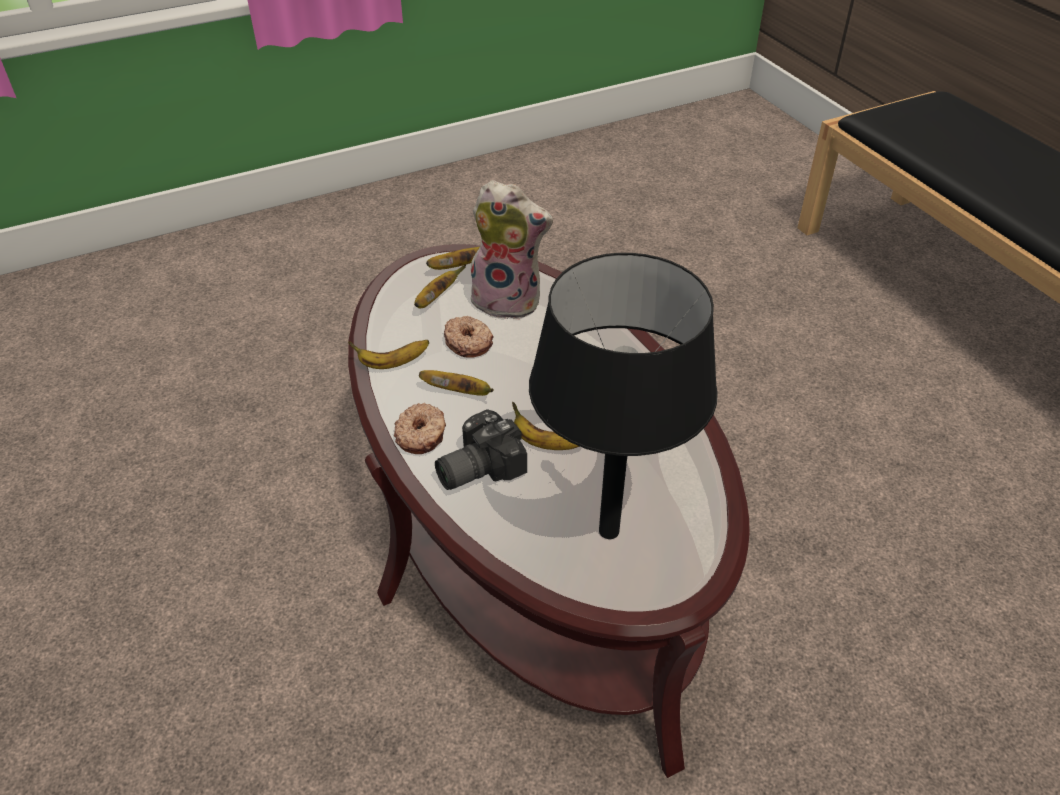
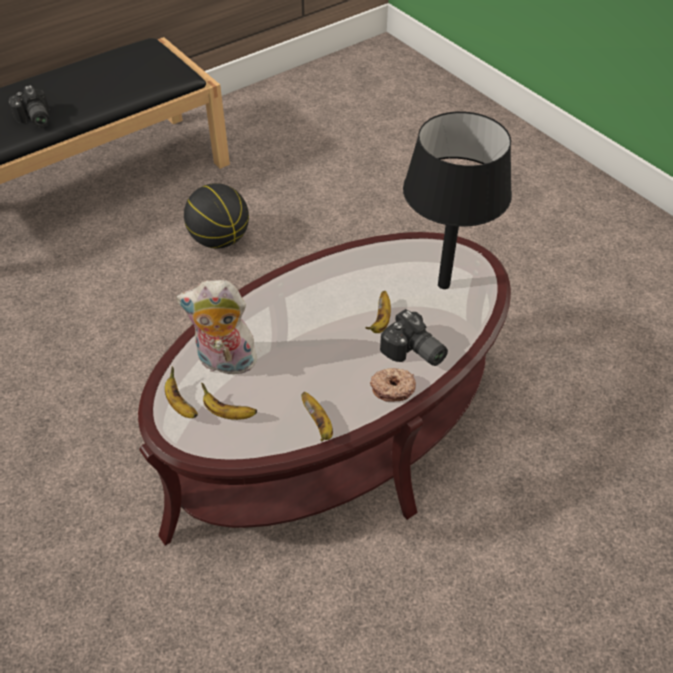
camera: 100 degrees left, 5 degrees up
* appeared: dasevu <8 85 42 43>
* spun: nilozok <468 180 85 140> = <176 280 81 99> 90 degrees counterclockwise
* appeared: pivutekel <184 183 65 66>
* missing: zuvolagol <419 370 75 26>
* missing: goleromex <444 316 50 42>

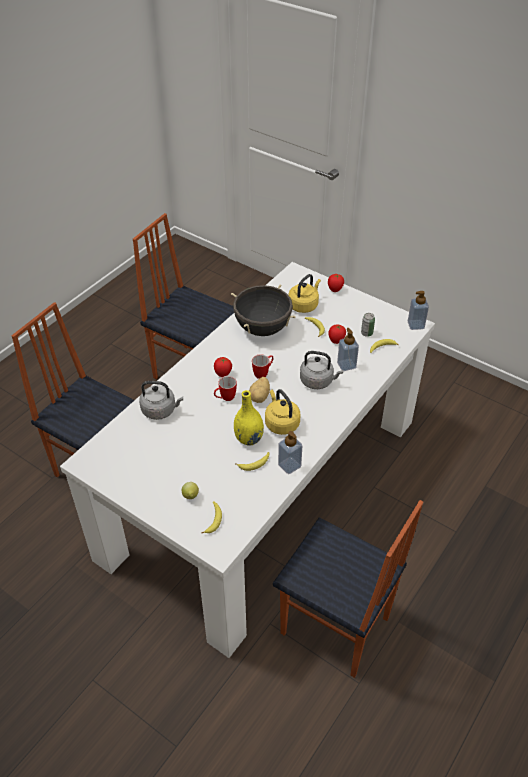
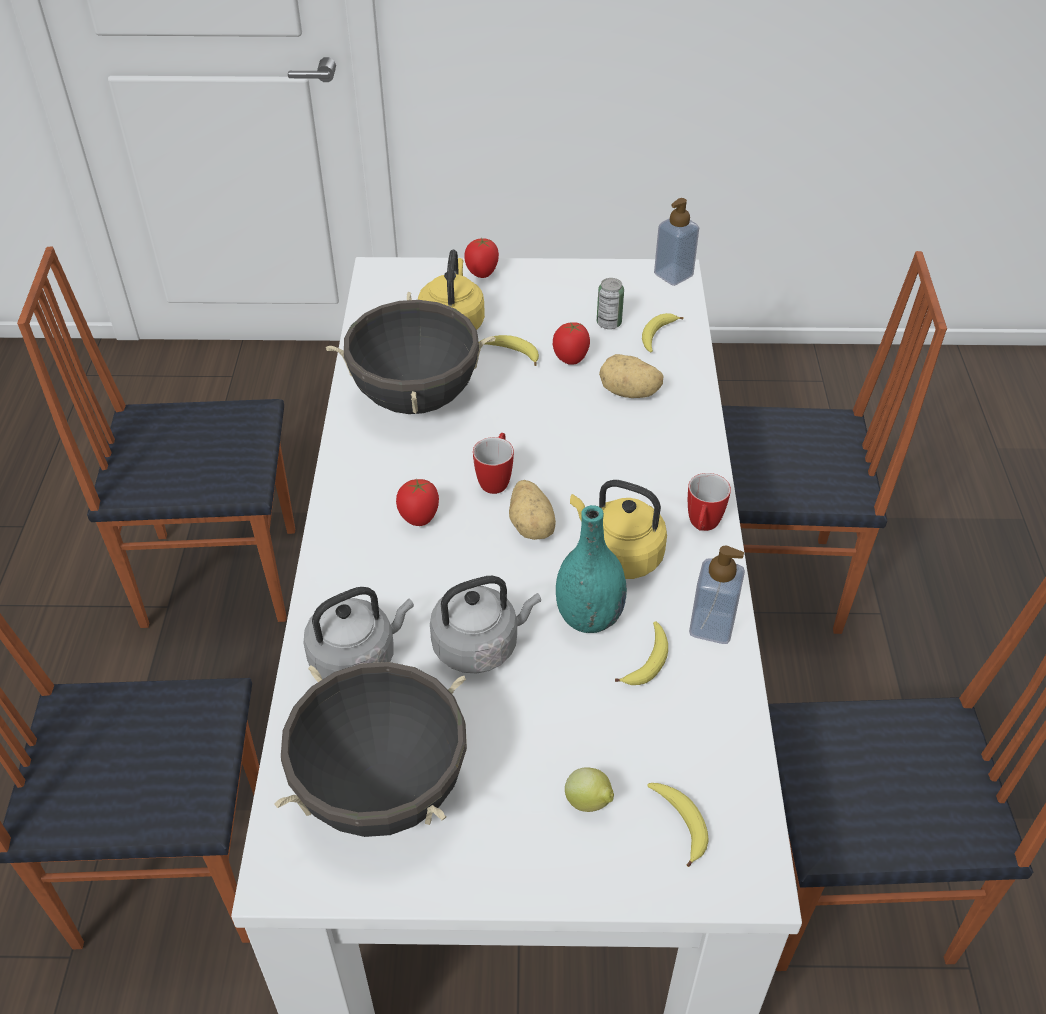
camera: 35 degrees left, 0 degrees up
* appeared: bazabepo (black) <274 662 193 175>
* relocated: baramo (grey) <300 351 43 38> to <430 576 111 97>
* colour: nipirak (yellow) <234 390 30 56> to nipirak (turquoise) <556 505 71 128>
* exchanged: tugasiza <337 328 22 43> to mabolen <599 354 64 44>
* relocated: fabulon <214 376 23 25> to <688 473 43 58>
* appeared: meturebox <722 251 225 383>

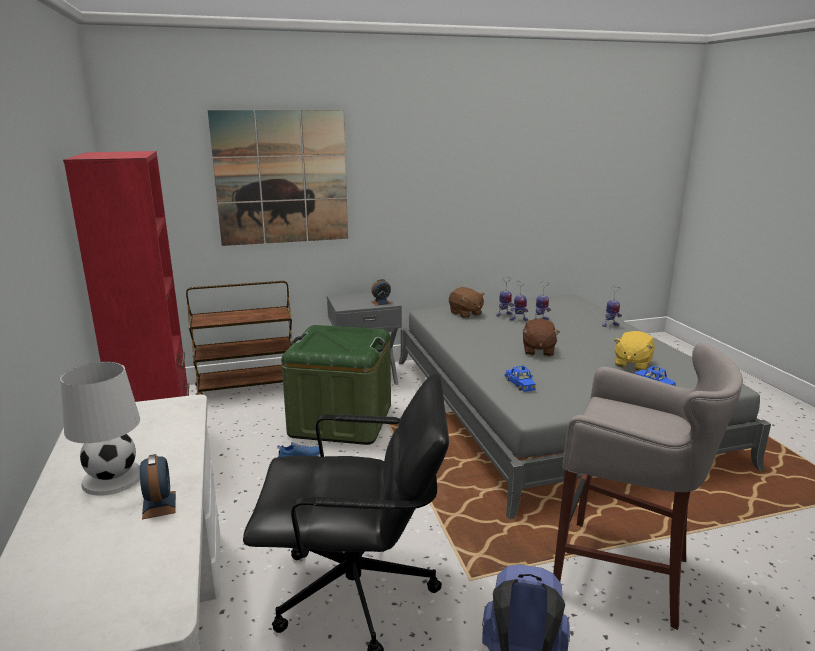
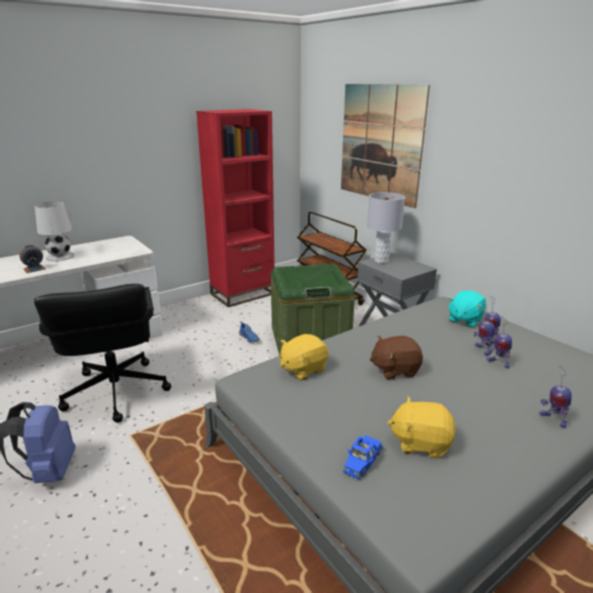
camera: 70 degrees right, 5 degrees up
* exchanged: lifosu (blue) <505 366 31 26> to nilozok (yellow) <280 334 49 46>
* appeared: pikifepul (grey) <367 192 38 71>
* colour: nilozok (brown) <449 287 36 31> to nilozok (turquoise) <448 291 38 37>
* missing: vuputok <371 279 21 27>
* missing: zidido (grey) <553 342 190 288>

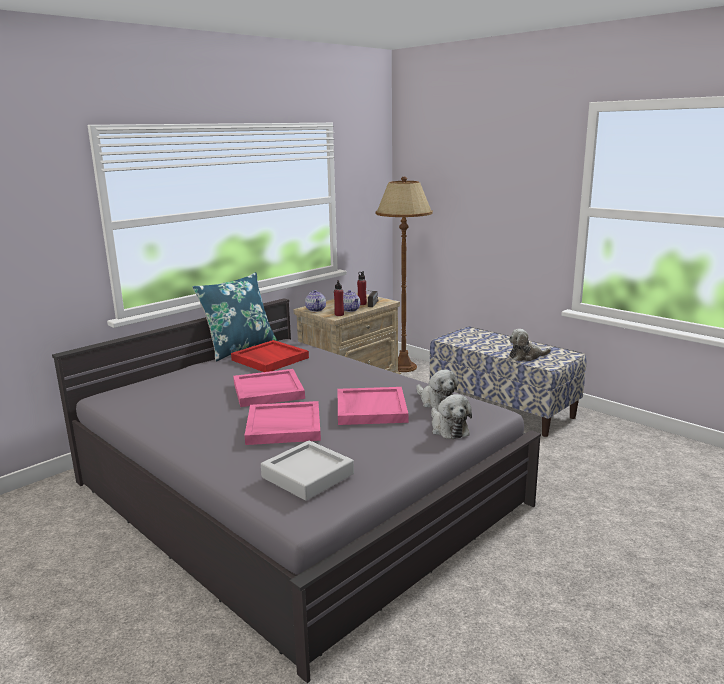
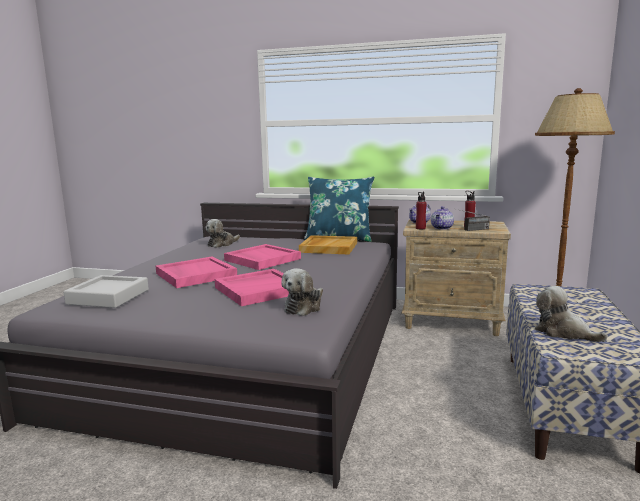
camera: 60 degrees right, 5 degrees down
* relocated: nilozok <431 394 41 45> to <206 219 34 29>
* colour: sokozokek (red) <231 340 78 32> to sokozokek (beige) <299 235 58 20>

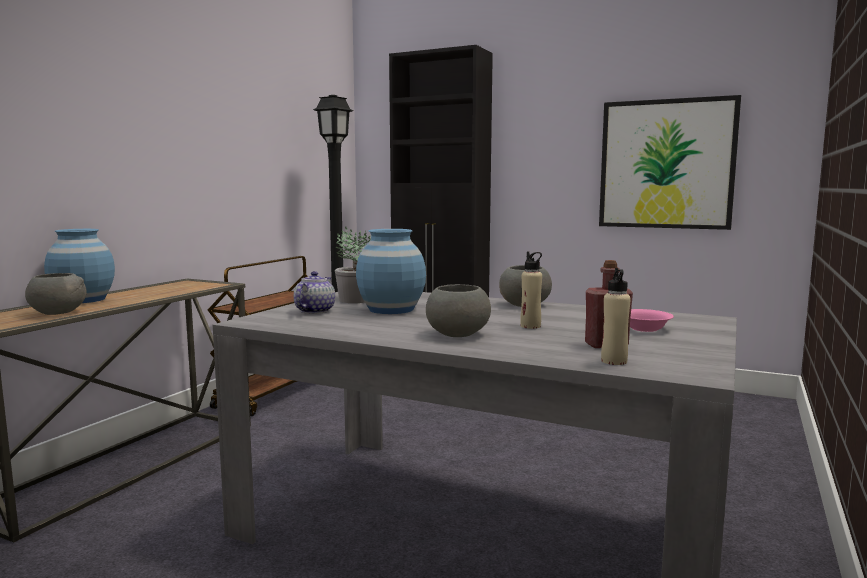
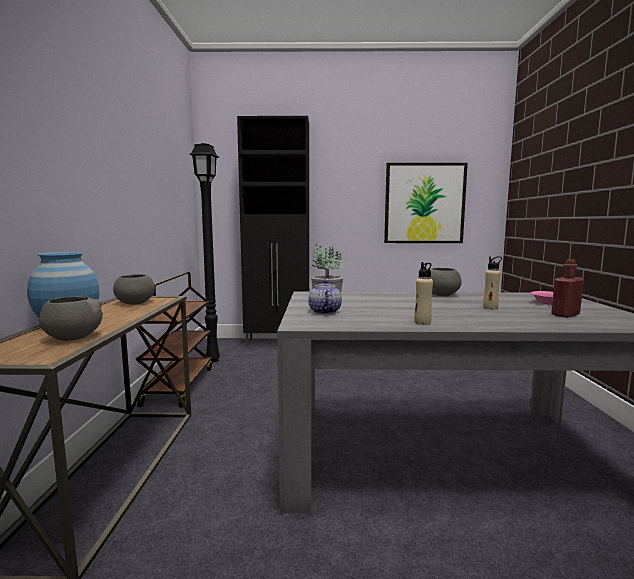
camera: 25 degrees left, 0 degrees up
* relocated: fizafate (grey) <426 284 65 53> to <113 274 42 31>
* relocated: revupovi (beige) <601 268 30 97> to <414 262 19 63>
* missing: nipirak (blue) <356 229 70 85>

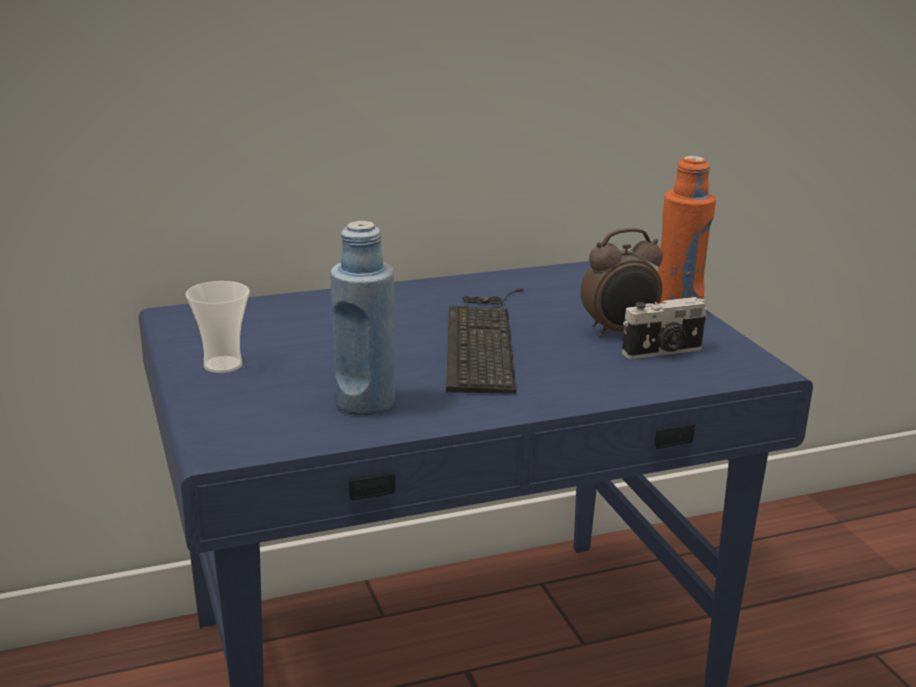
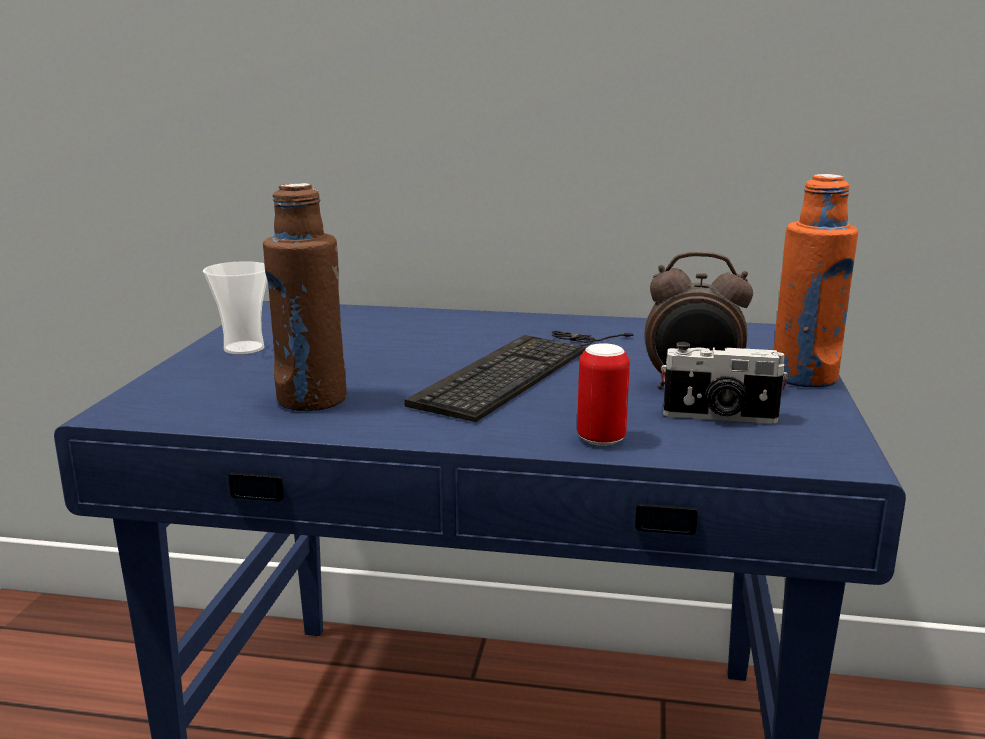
camera: 30 degrees right, 5 degrees down
* colour: revupovi (blue) <330 221 65 194> to revupovi (brown) <263 183 83 228>
* appeared: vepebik <577 343 53 103>

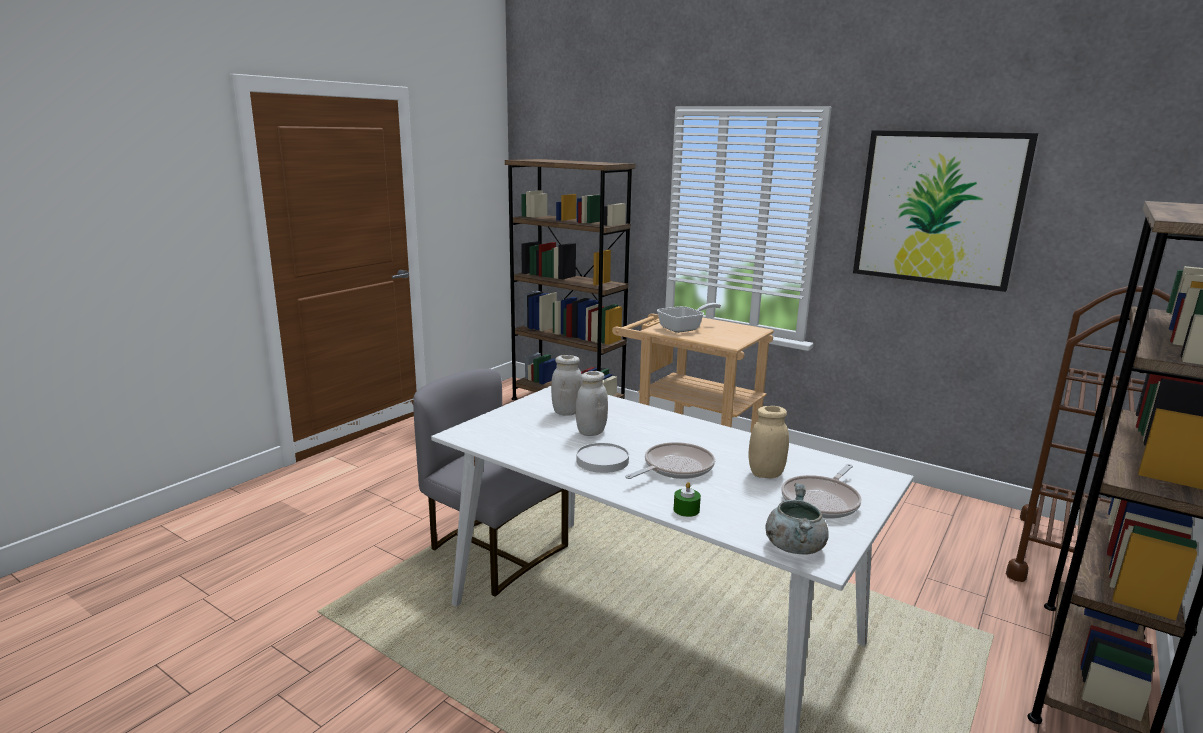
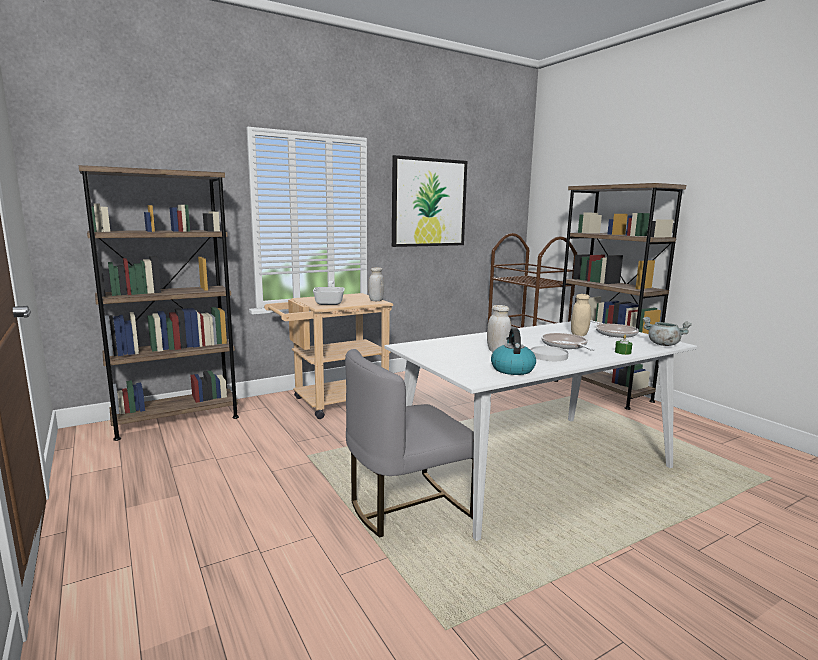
camera: 65 degrees left, 5 degrees down
* relocated: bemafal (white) <551 355 31 61> to <368 267 16 34>
* appeared: baramo <491 328 45 47>

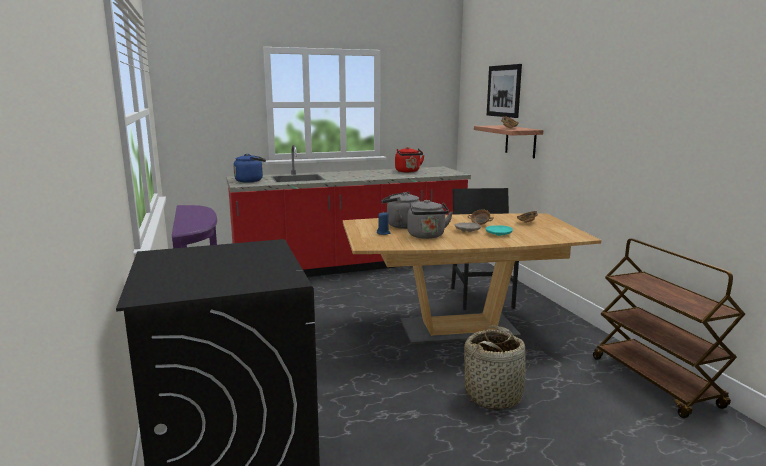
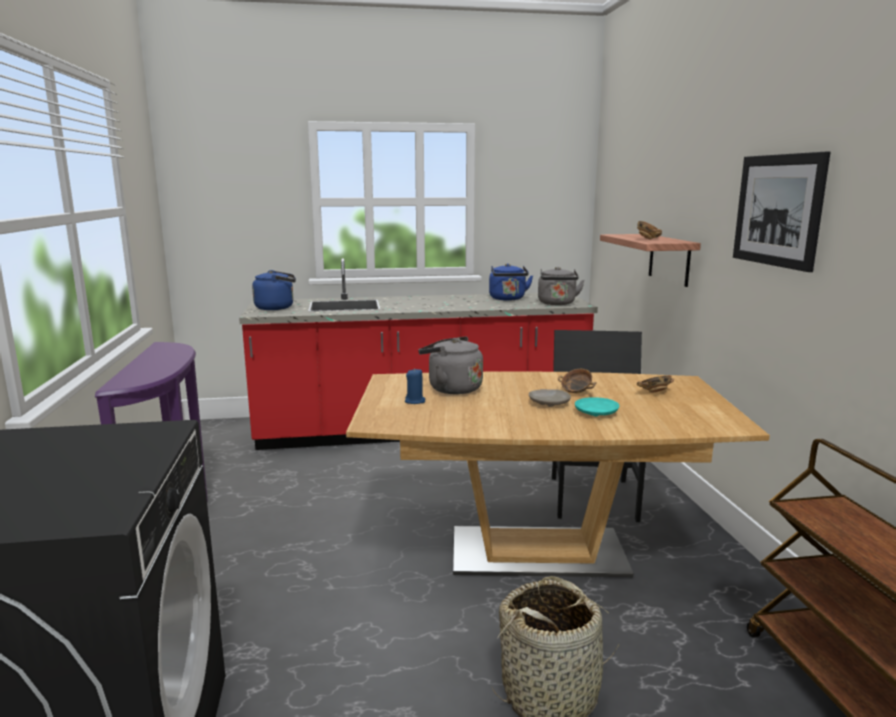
camera: 10 degrees right, 0 degrees up
* colour: baramo (red) <395 147 30 25> to baramo (blue) <489 263 44 38>
* relocated: baramo (grey) <407 200 46 39> to <538 267 47 38>
* relocated: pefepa <487 64 35 54> to <733 152 98 120>

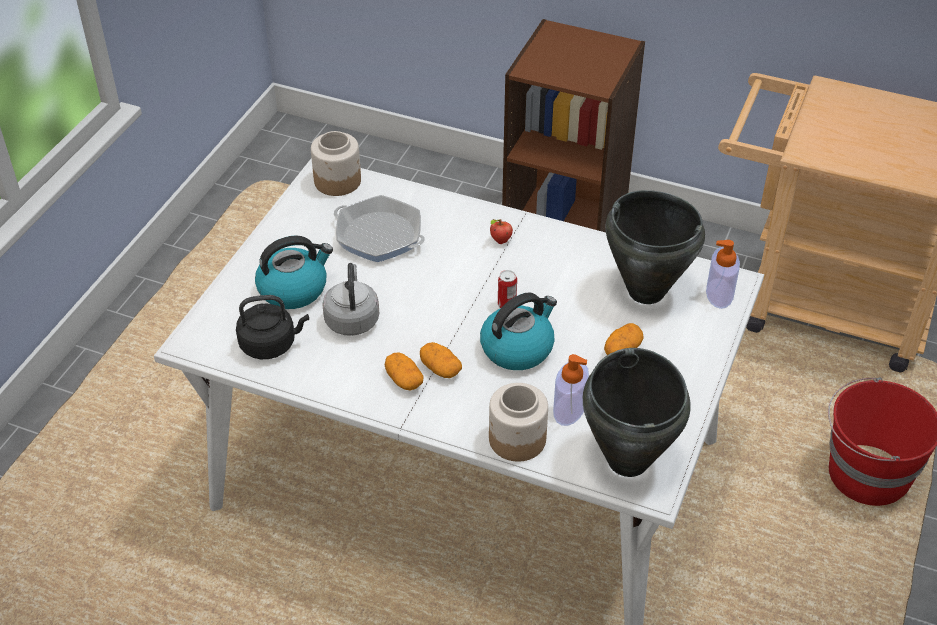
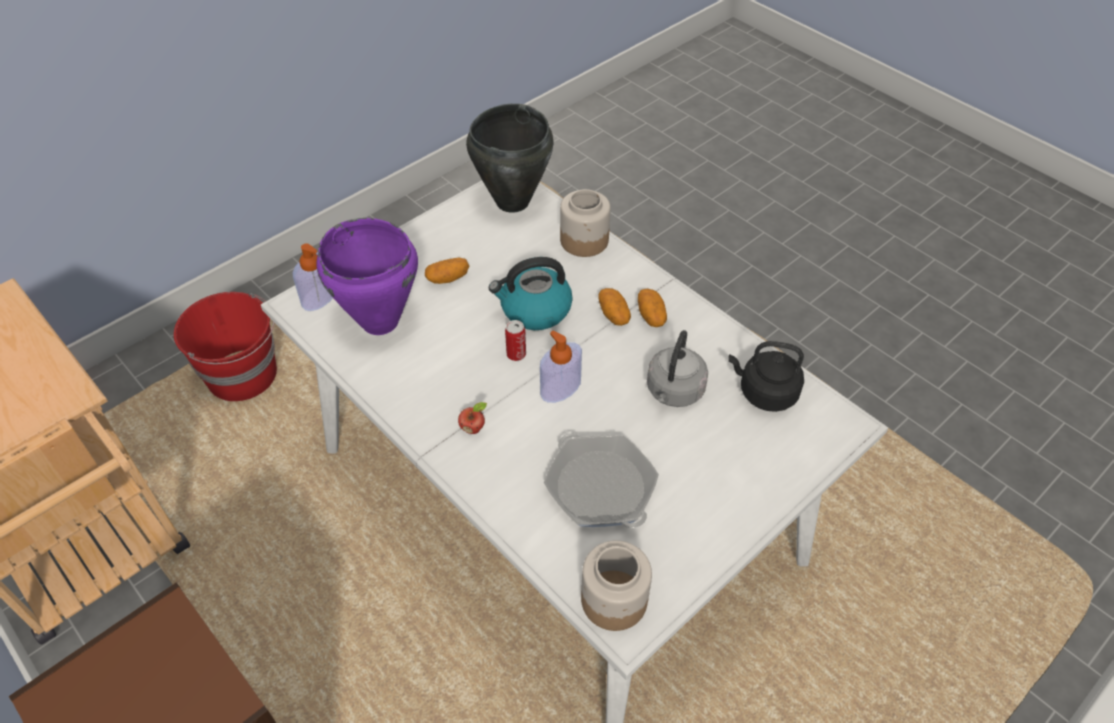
camera: 155 degrees left, 5 degrees up
* colour: bazabepo (black) <605 190 100 114> to bazabepo (purple) <317 218 101 117>
* relocated: tugasiza <553 354 36 72> to <540 330 42 73>
* missing: baramo <255 235 78 74>

